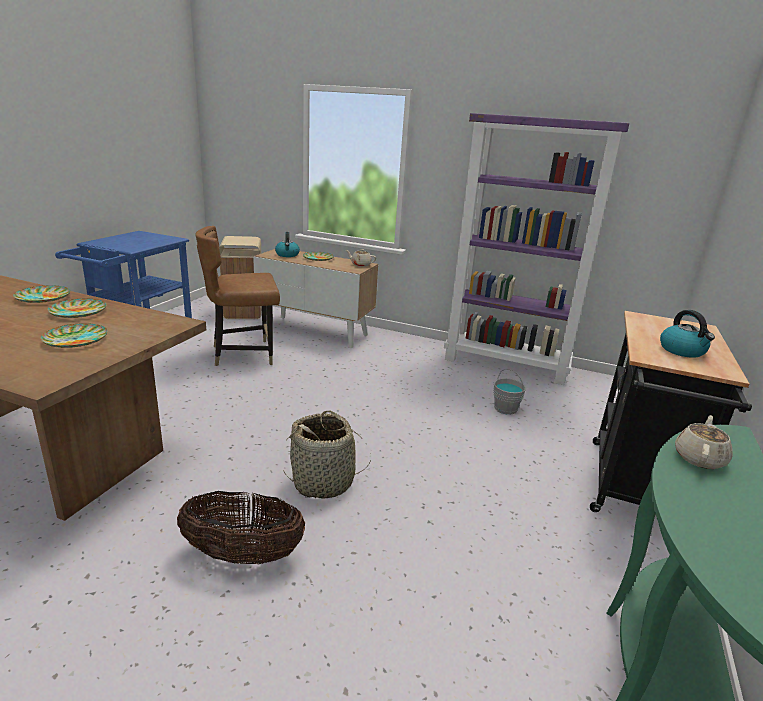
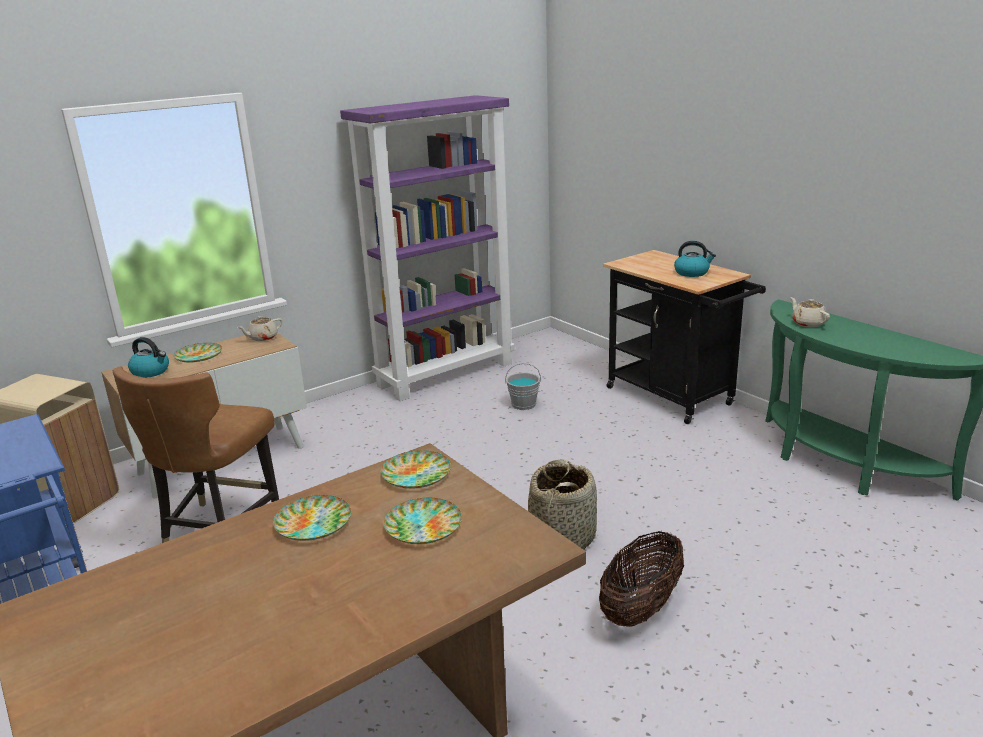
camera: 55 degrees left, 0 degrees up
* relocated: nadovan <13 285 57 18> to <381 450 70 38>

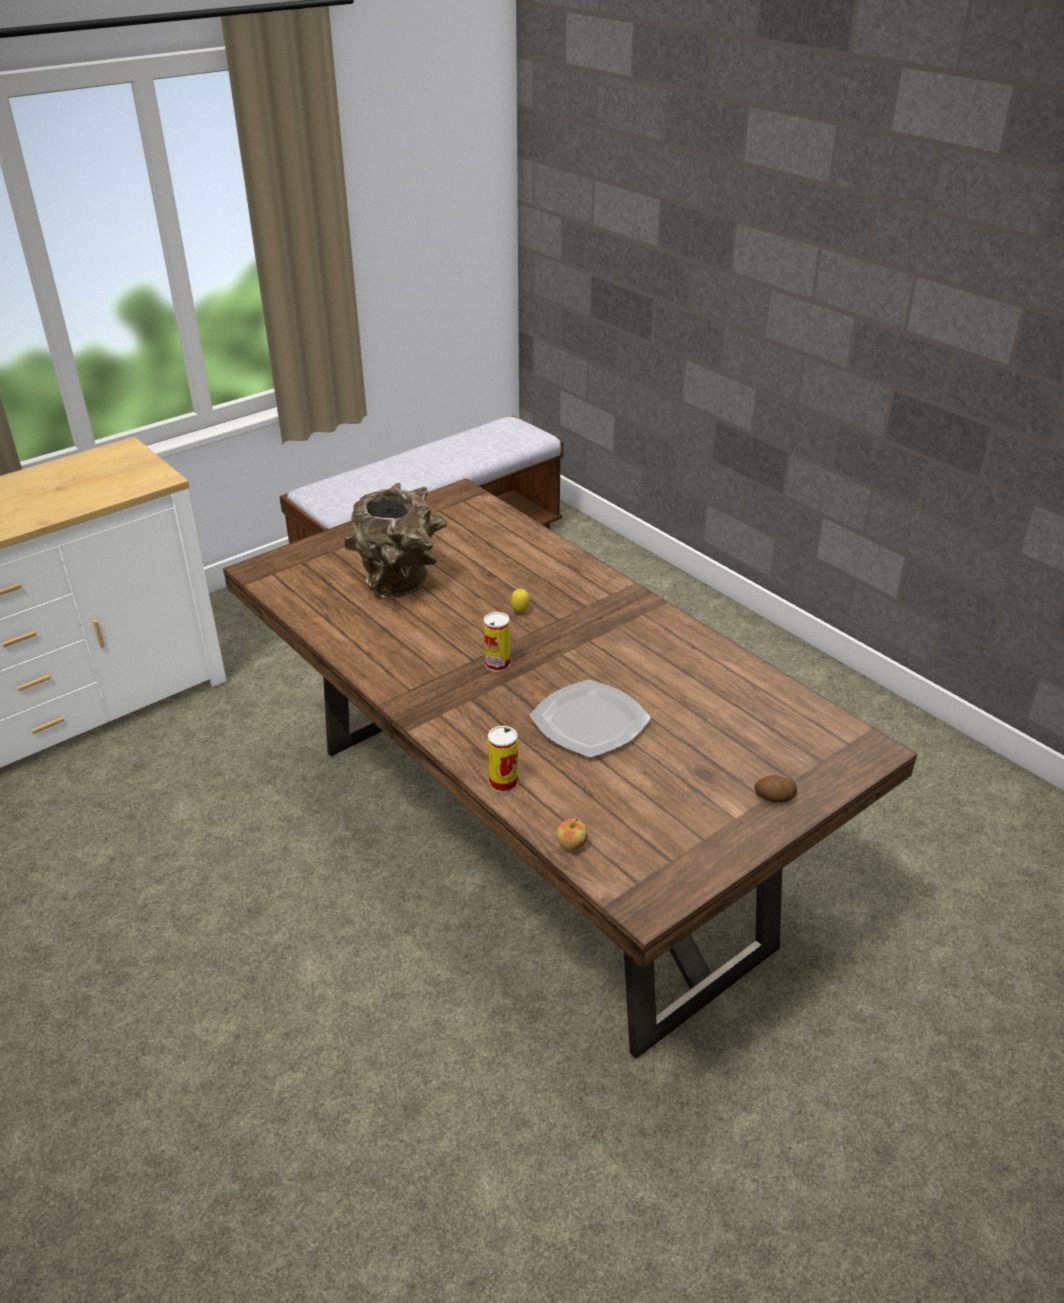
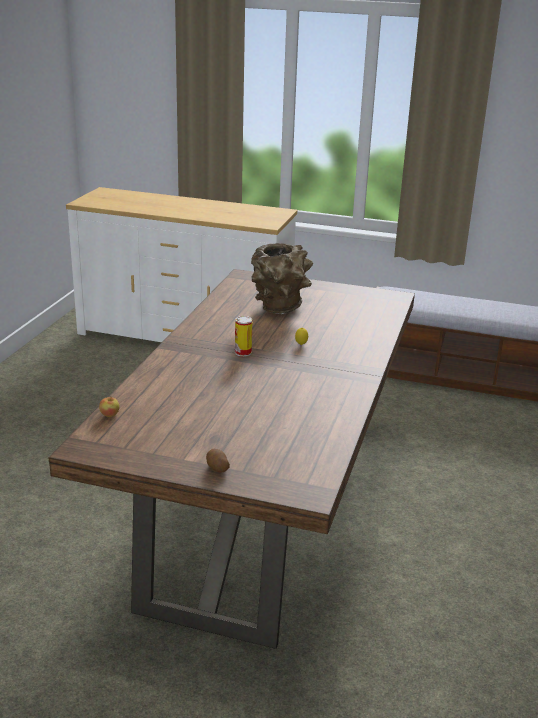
camera: 55 degrees right, 10 degrees down
* missing: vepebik <488 726 30 67>
* missing: nadovan <529 679 122 79>

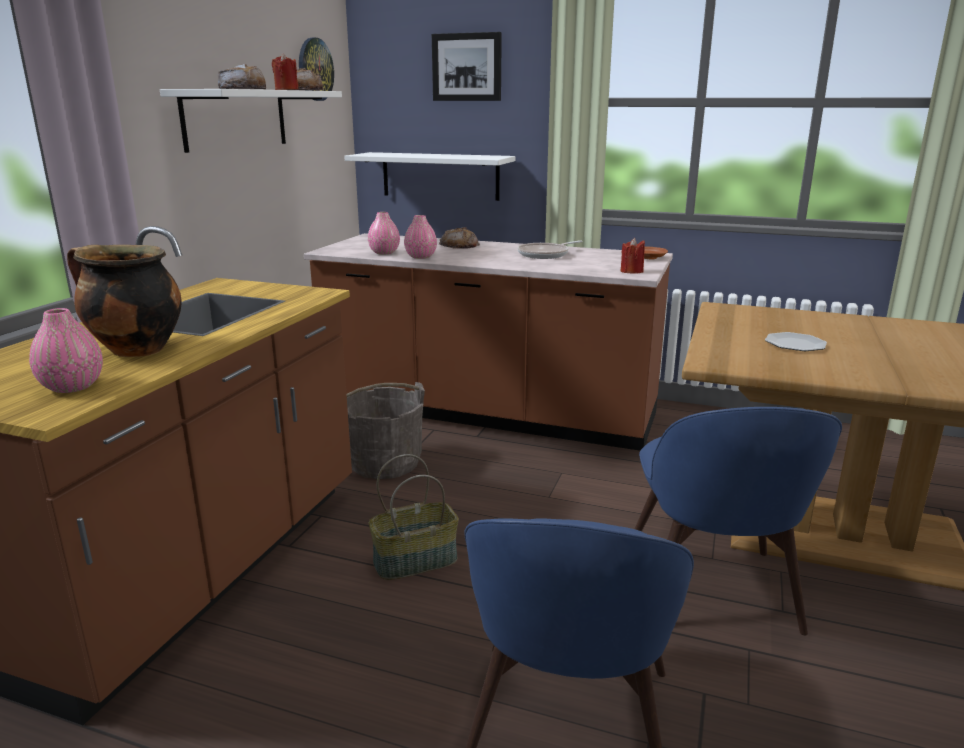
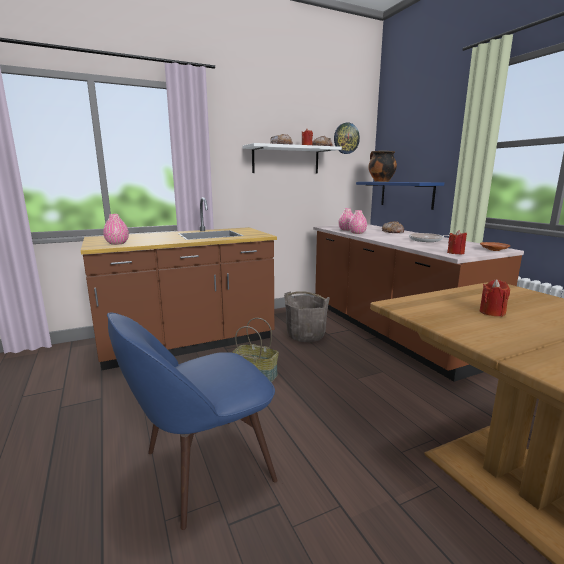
camera: 45 degrees right, 5 degrees down
* colour: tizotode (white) <344 152 171 49> to tizotode (blue) <356 182 88 28>
* relocated: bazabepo <67 245 115 112> to <368 151 29 31>
* exchanged: nadovan <765 332 62 19> to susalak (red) <480 279 30 38>
* missing: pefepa <432 32 70 69>
* missing: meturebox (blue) <635 407 207 228>

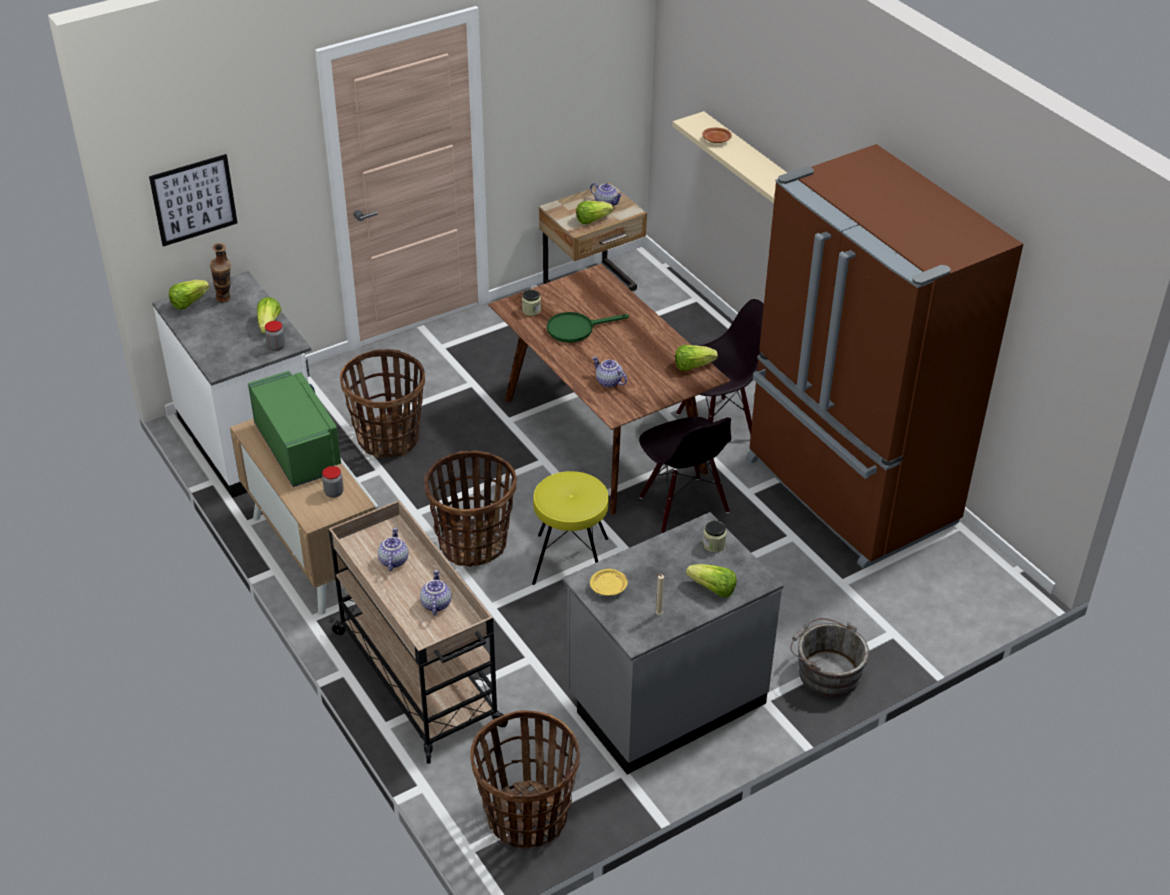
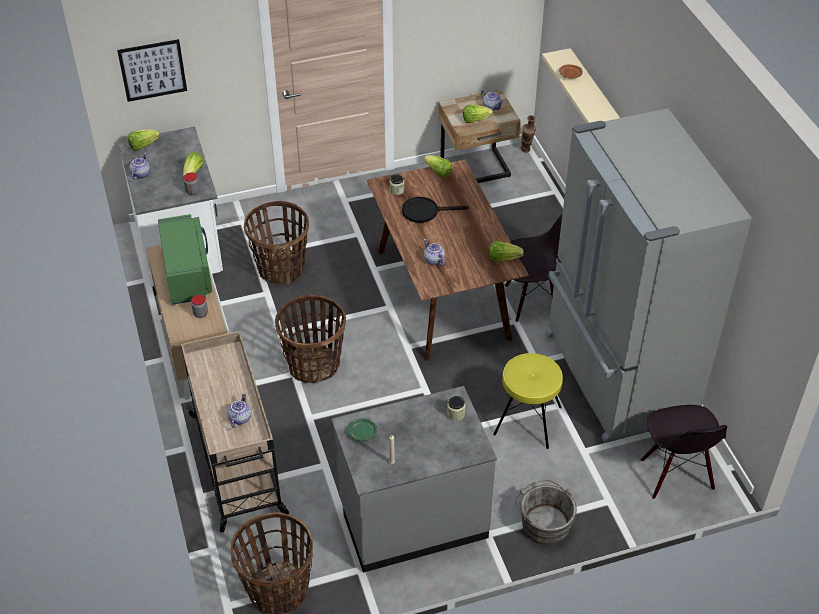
camera: 15 degrees right, 5 degrees up
* relocated: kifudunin <378 527 30 44> to <129 153 21 27>
* colour: nadovan (yellow) <590 569 38 27> to nadovan (green) <348 418 29 23>
* colour: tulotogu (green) <547 312 82 31> to tulotogu (black) <402 197 67 26>
* relocated: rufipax <686 564 51 34> to <424 155 28 23>
* relocated: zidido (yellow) <532 471 77 114> to <493 353 70 96>
* relocated: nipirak <210 243 21 59> to <521 115 15 38>
* colour: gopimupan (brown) <746 144 277 425> to gopimupan (grey) <545 108 207 335>
* relocated: meturebox (black) <639 417 92 116> to <640 405 88 94>

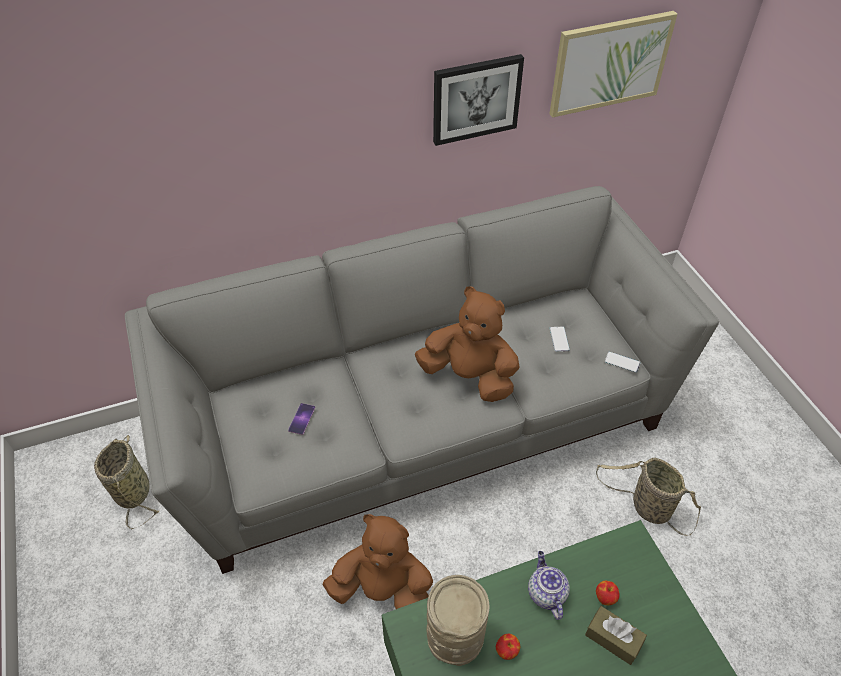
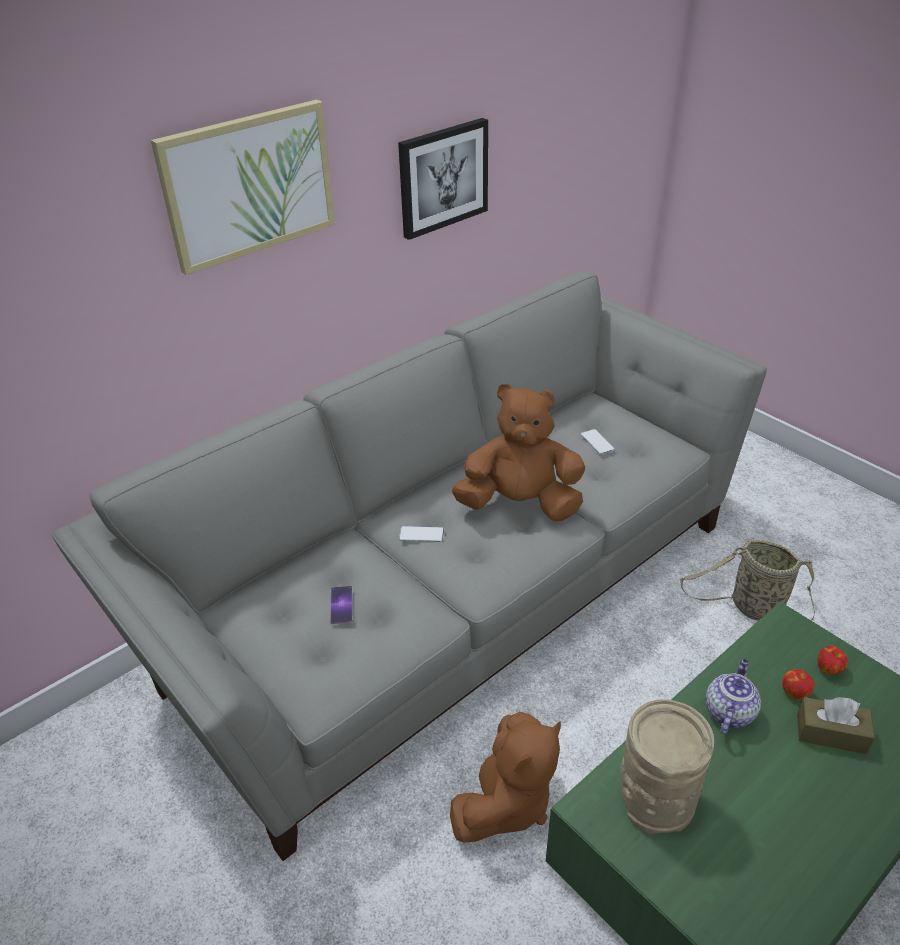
camera: 20 degrees left, 10 degrees down
* relocated: pefepa <550 11 127 107> to <151 100 184 175>
* relocated: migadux <605 352 36 21> to <399 526 45 16>
* spun: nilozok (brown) <322 514 111 95> = <450 712 111 131> 135 degrees clockwise
* spun: kifudunin <528 551 42 69> = <706 658 55 76> 60 degrees clockwise
* relocated: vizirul <496 634 24 26> to <817 646 31 29>
* missing: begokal <94 435 66 94>

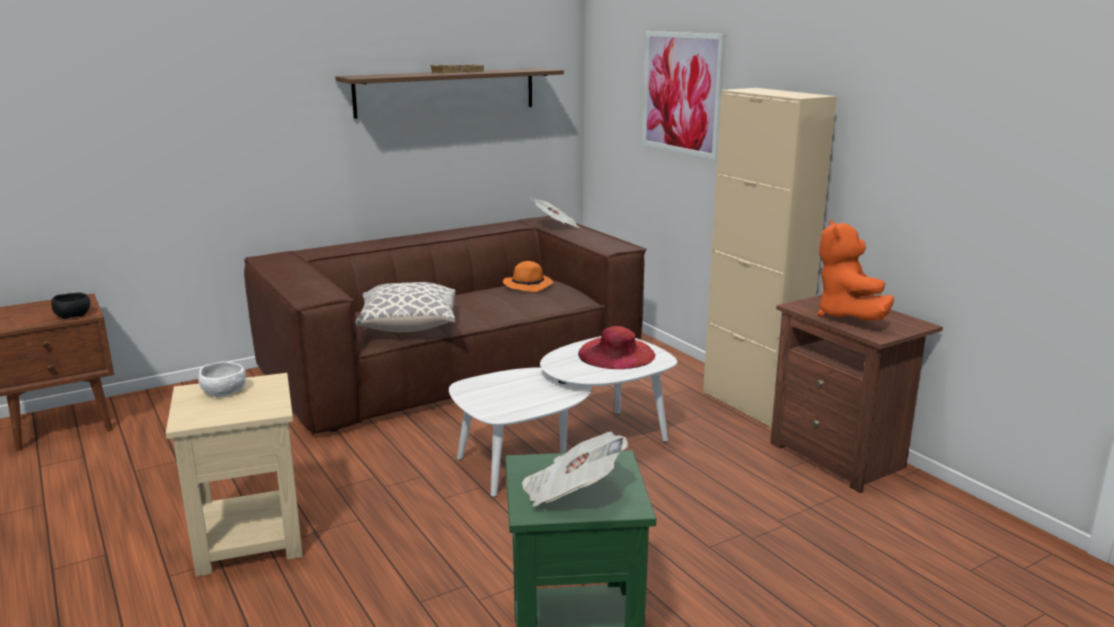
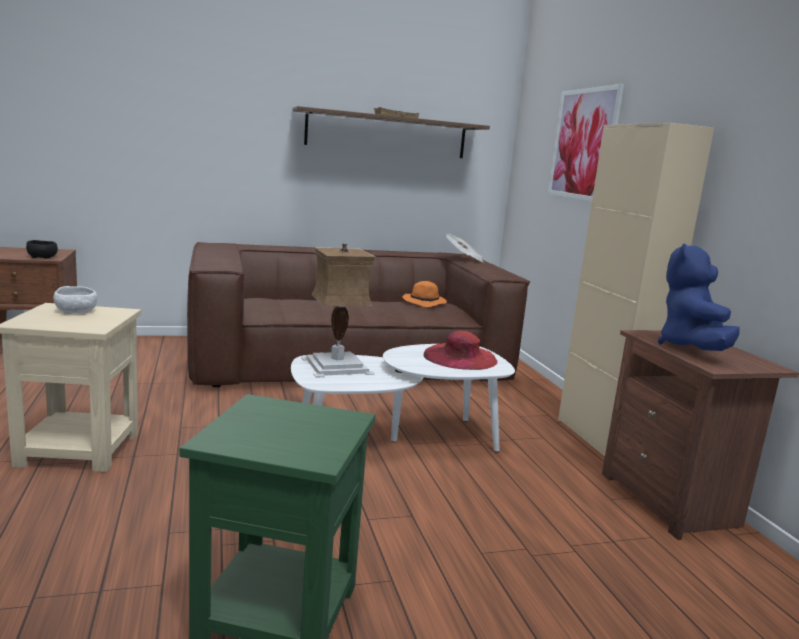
camera: 15 degrees right, 5 degrees down
* appeared: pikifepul <301 244 74 134>
* colour: nilozok (orange) <817 220 77 101> to nilozok (blue) <658 243 81 108>
* missing: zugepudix <356 282 99 50>
* missing: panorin <522 432 106 75>

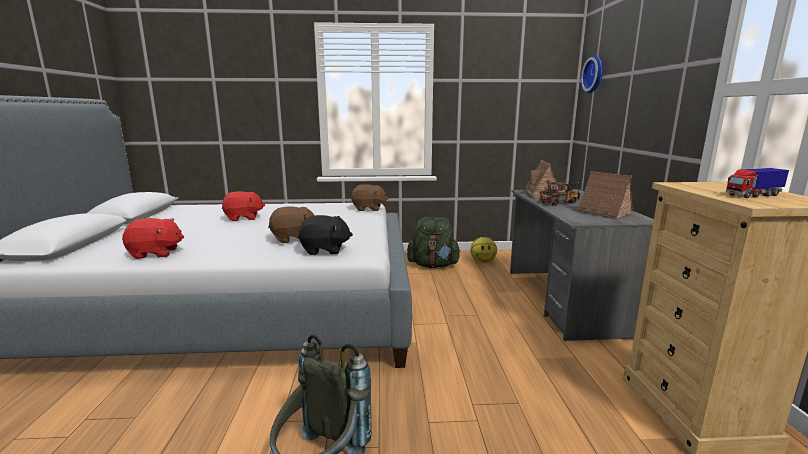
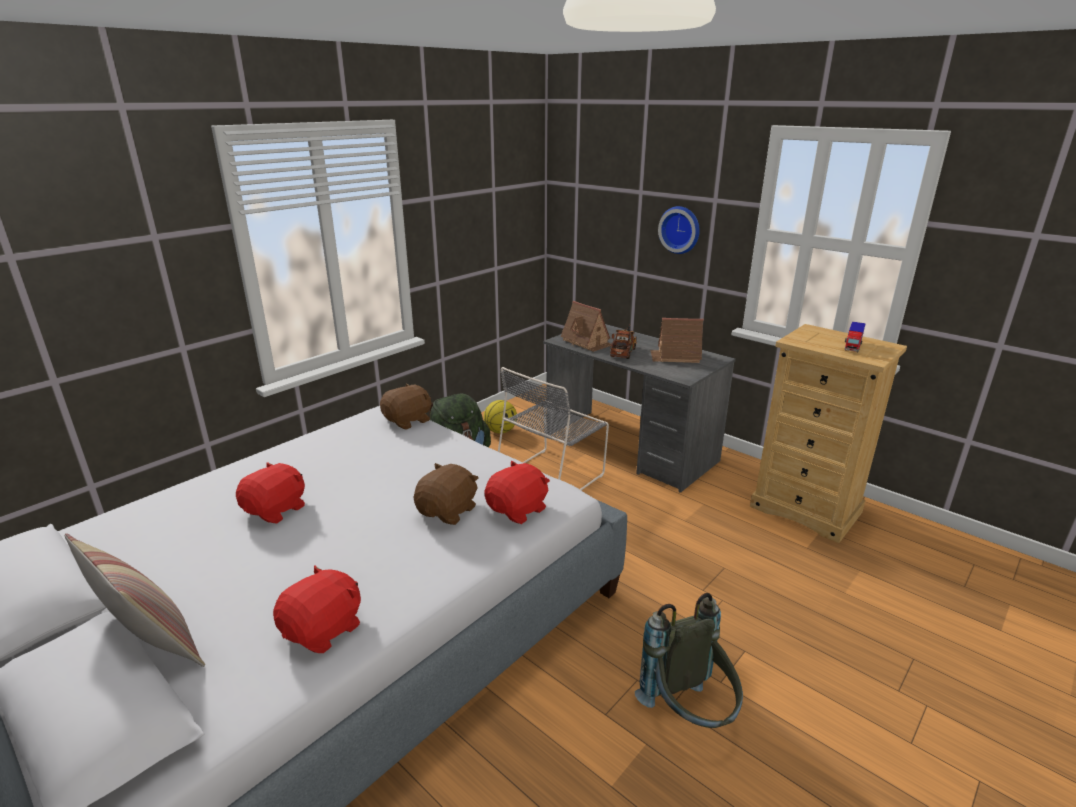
camera: 45 degrees left, 10 degrees up
* appeared: zugepudix <64 533 141 134>
* colour: nilozok (black) <299 215 54 40> to nilozok (red) <484 461 66 63>
* appeared: meturebox (grey) <498 367 111 123>
* relocated: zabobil <581 55 22 38> to <658 206 42 48>

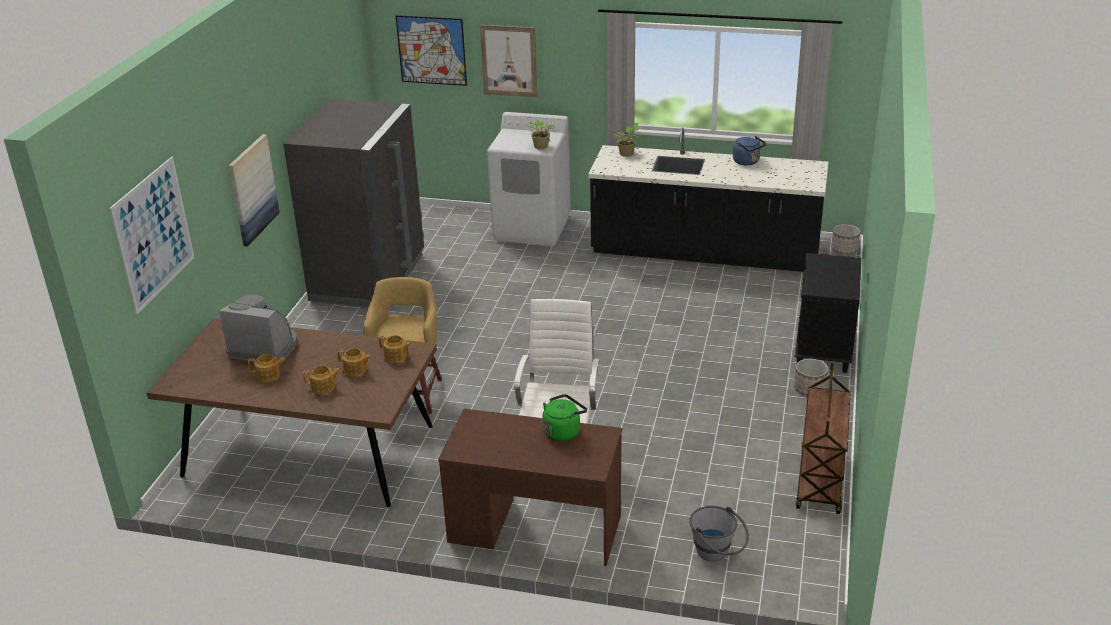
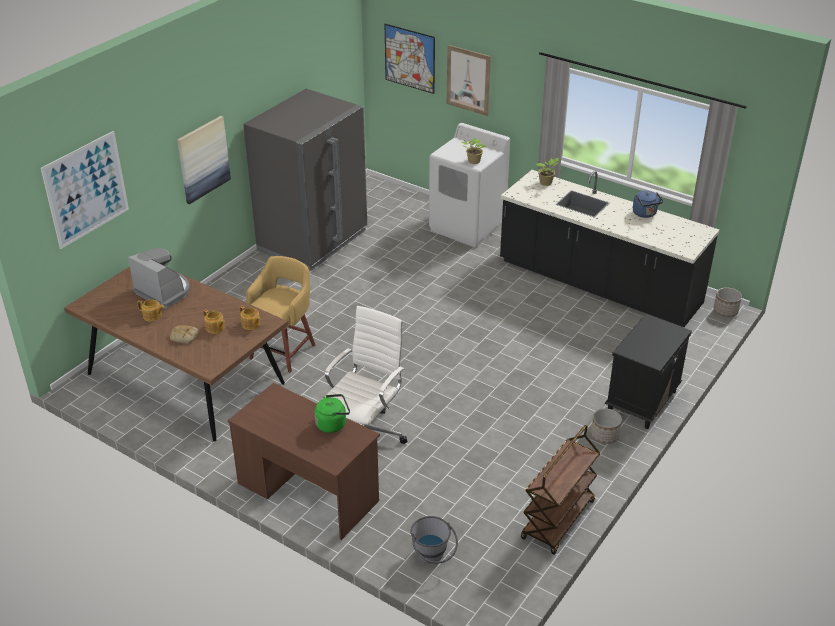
camera: 20 degrees right, 5 degrees up
* exchanged: kifudunin <303 365 38 29> to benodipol <170 325 29 19>

